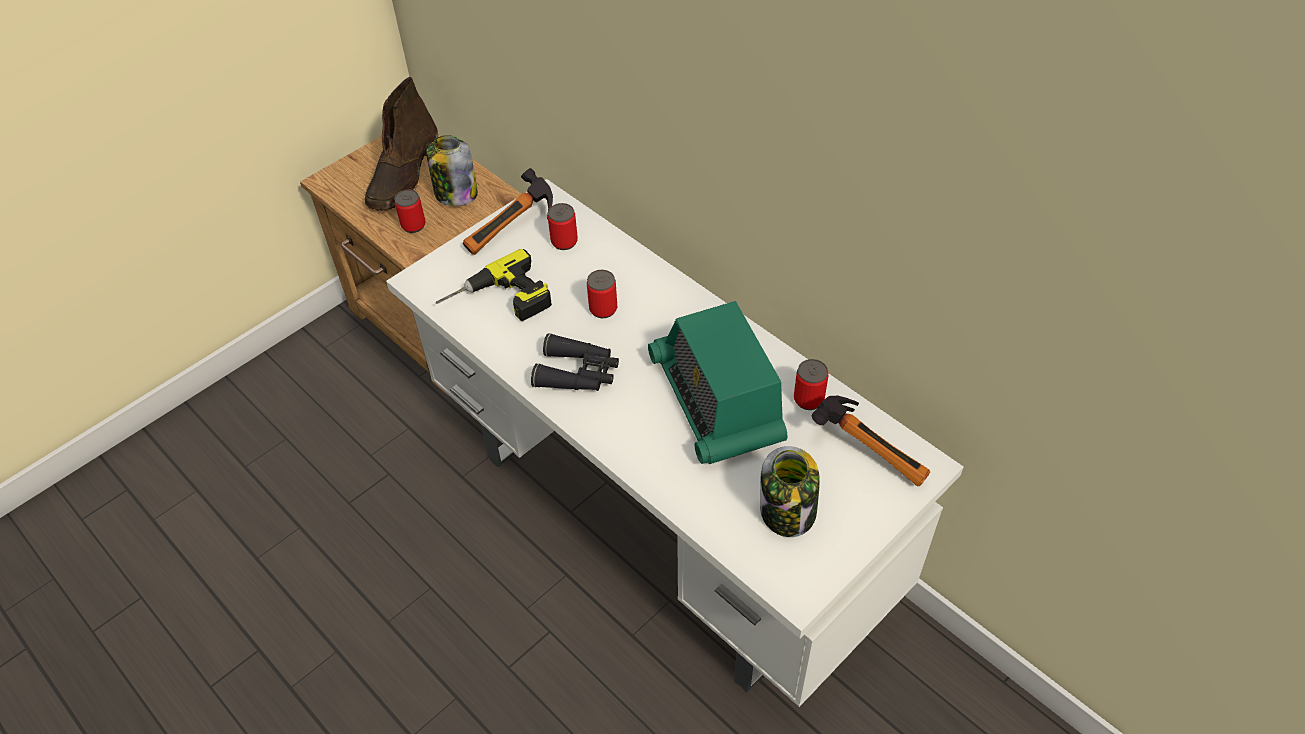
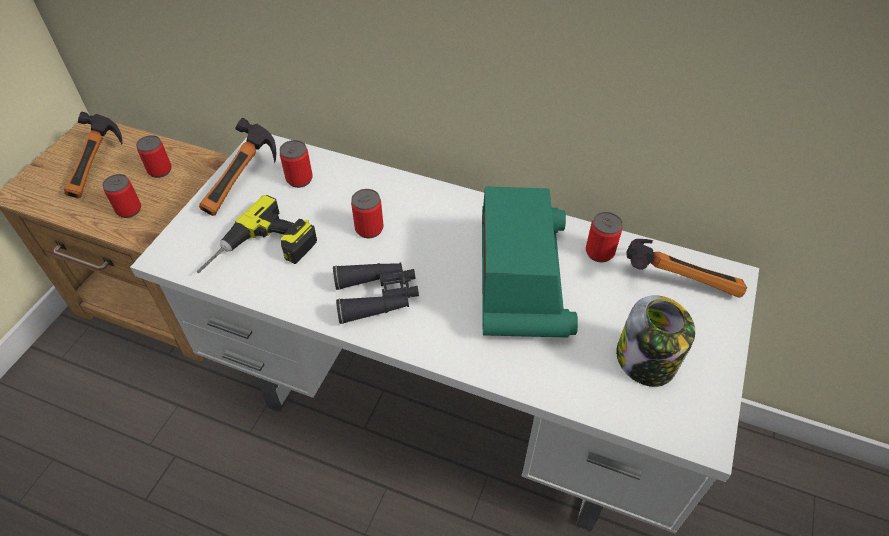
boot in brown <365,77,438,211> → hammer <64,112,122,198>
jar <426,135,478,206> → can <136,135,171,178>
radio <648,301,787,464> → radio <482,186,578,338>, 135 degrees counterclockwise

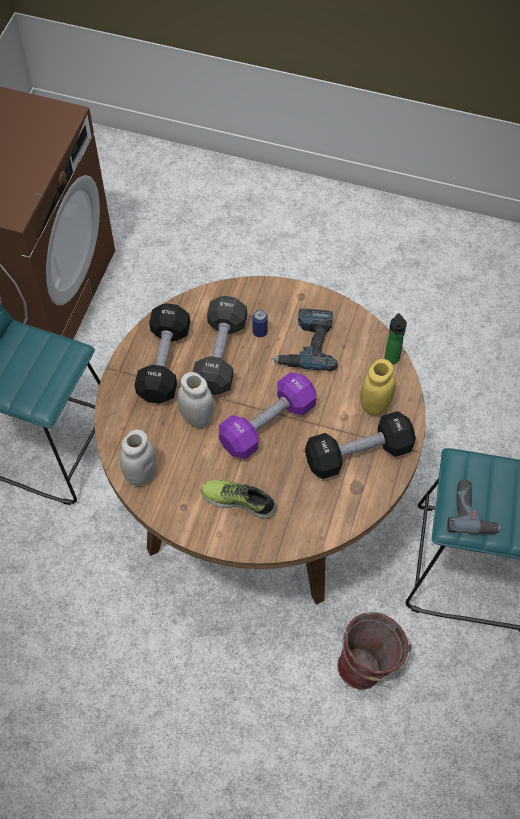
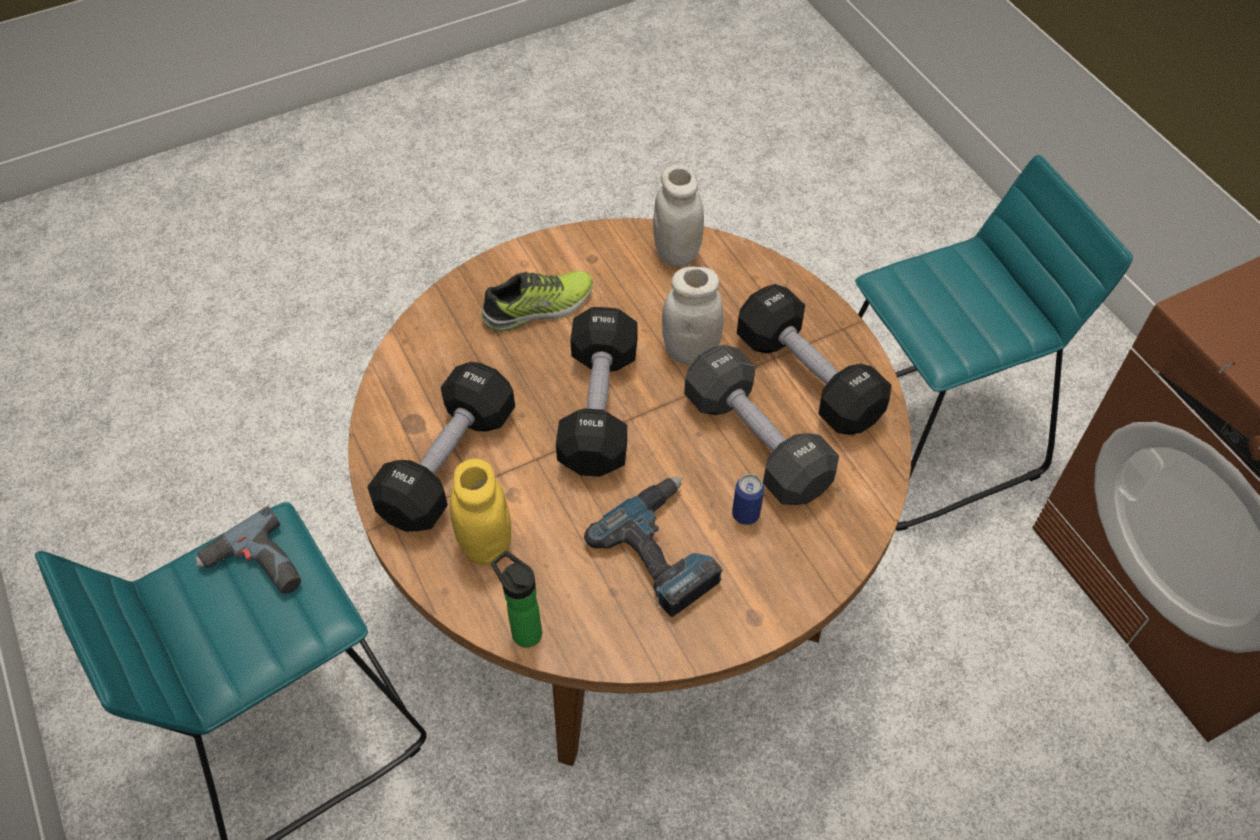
dumbbell in purple <219,372,316,459> → dumbbell in black <556,307,638,477>
bucket <337,612,412,690> → -

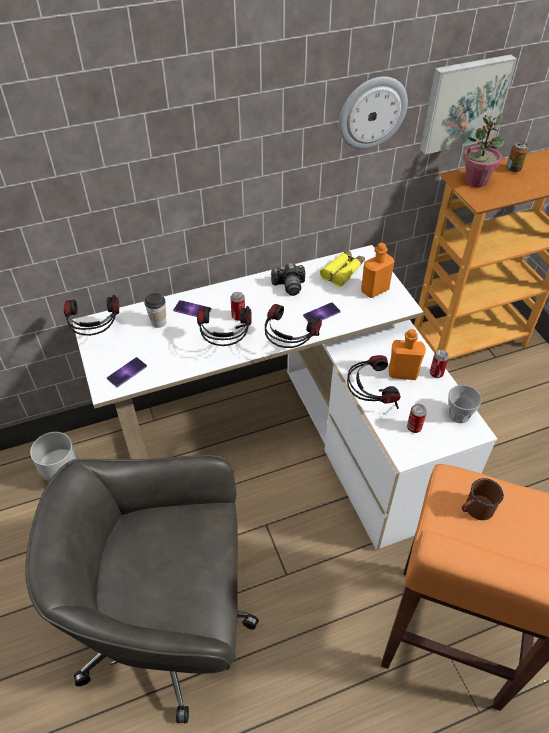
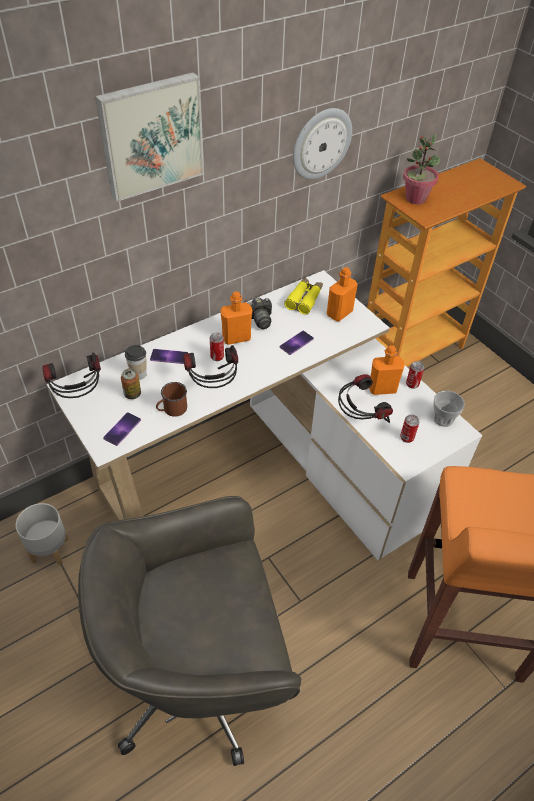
headphones <265,304,322,348> → -
picture <420,54,517,154> → picture <95,72,204,202>, shifted
mug in brown <462,478,504,520> → mug in brown <156,382,187,417>, shifted
can <506,142,528,172> → can <121,369,141,399>, shifted
- → bottle in orange <220,291,252,345>

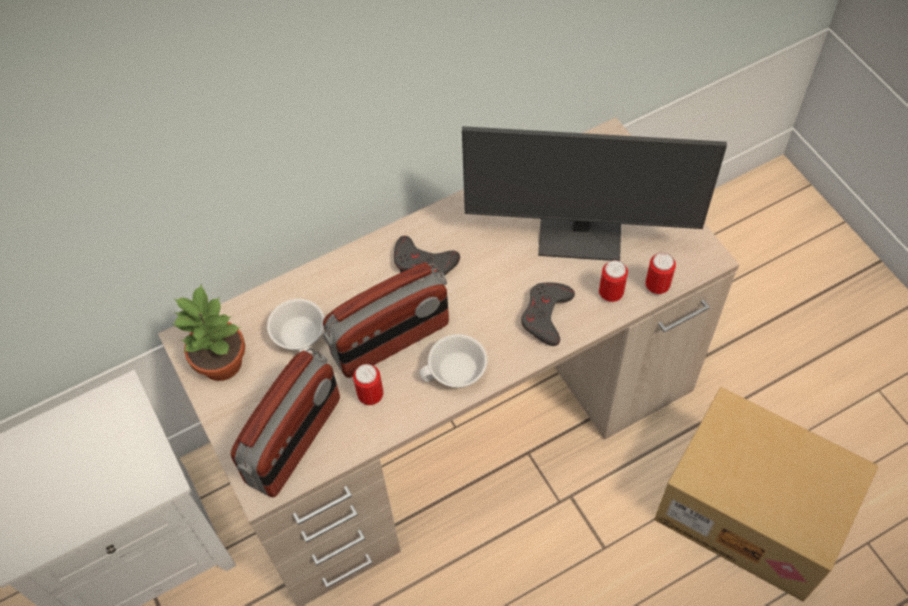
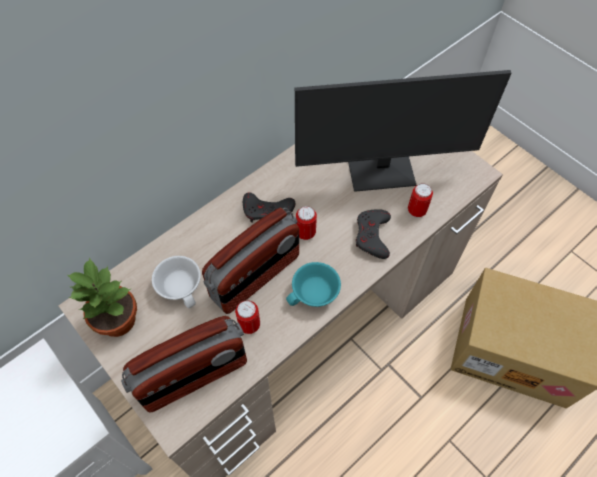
radio <231,348,340,498> → radio <121,316,247,413>, 45 degrees clockwise
cup in white <419,334,487,388> → cup in turquoise <286,262,341,307>
can <645,252,676,295> → can <296,206,317,240>, shifted

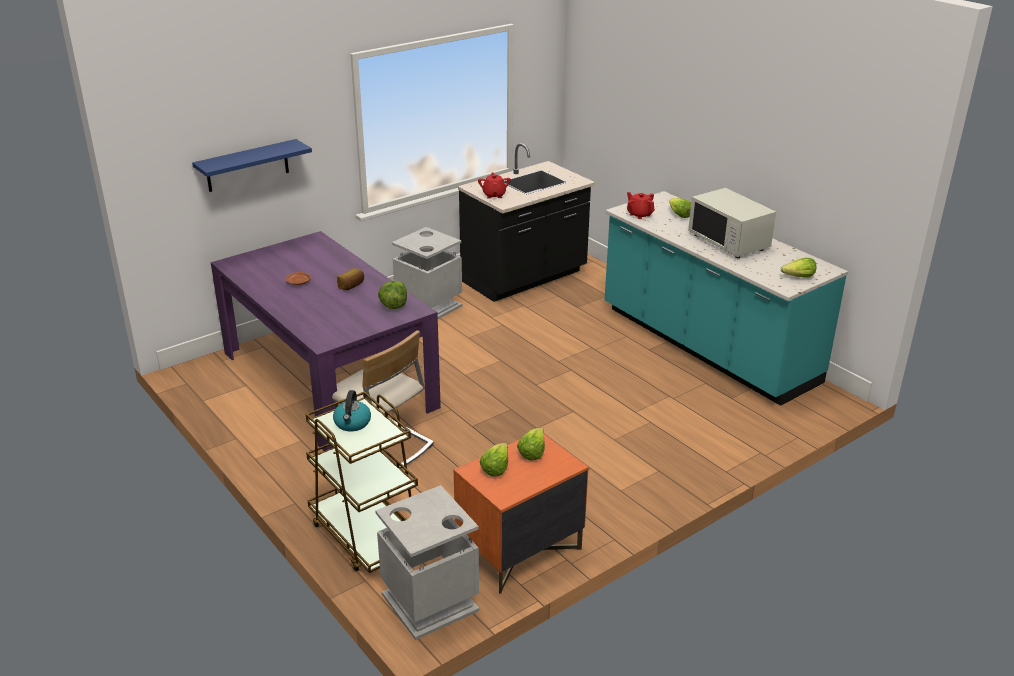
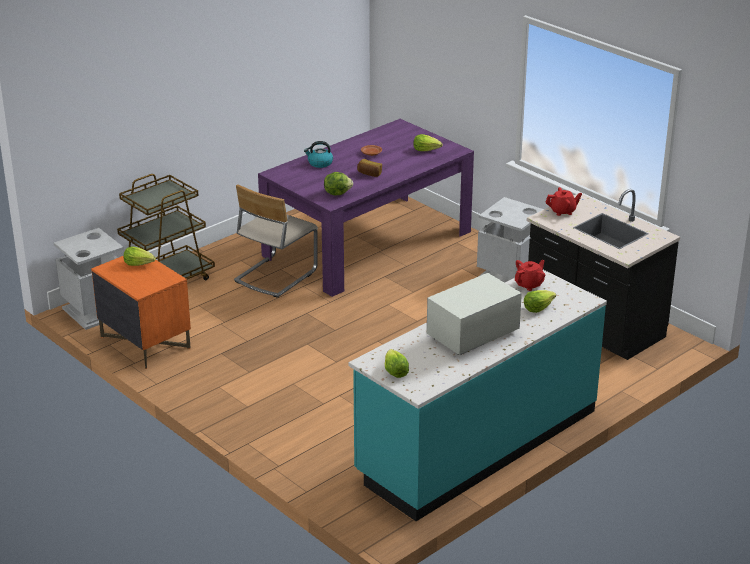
shelf in blue <192,139,312,192> → -
kettle <333,390,371,432> → kettle <304,141,333,168>, shifted
lettuce <517,428,545,460> → lettuce <414,134,443,151>, shifted

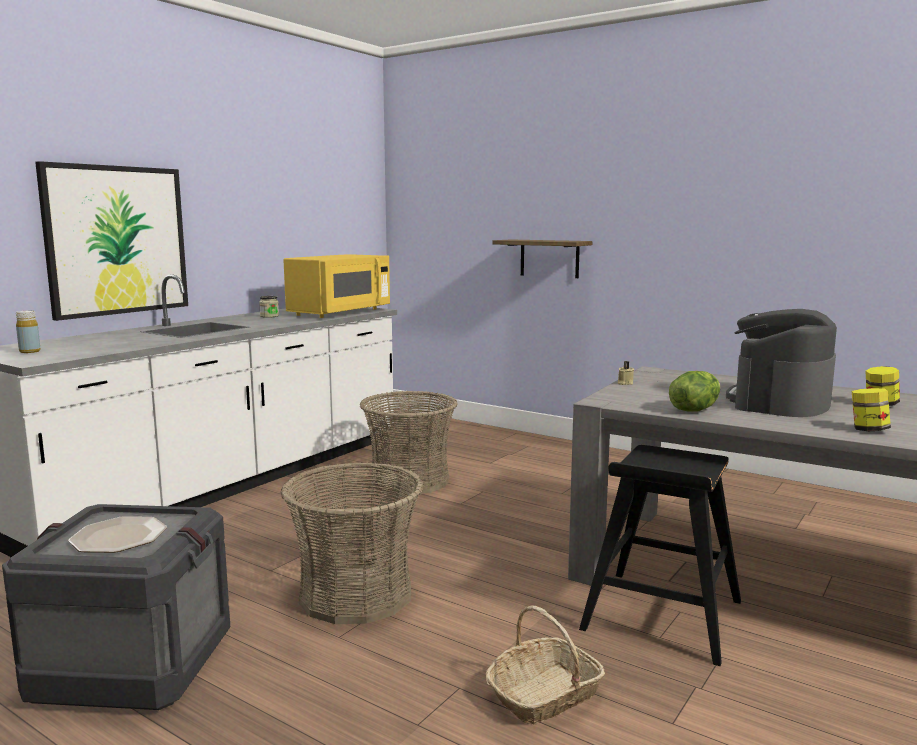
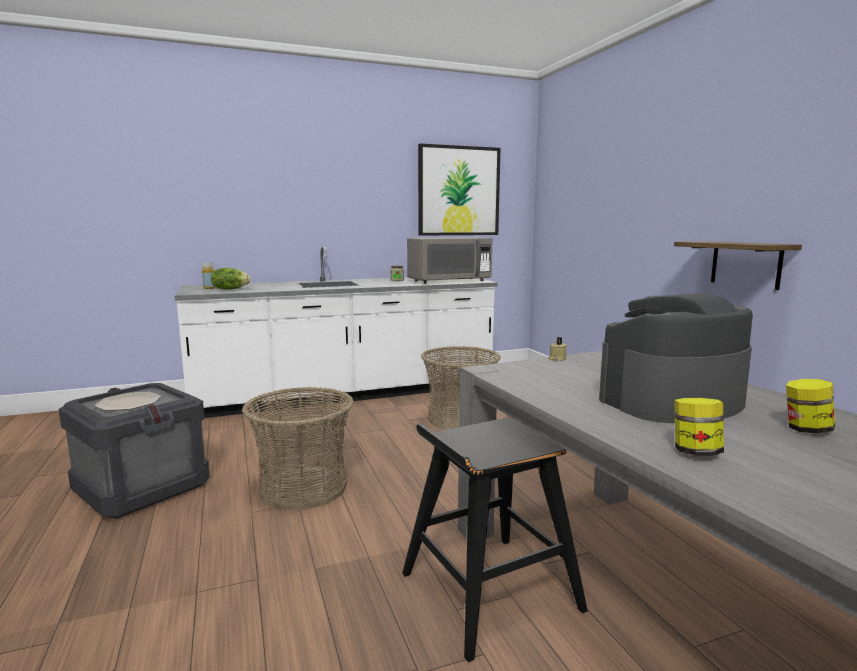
picture <35,161,188,321> → picture <418,144,501,236>, shifted
microwave in yellow <283,254,390,318> → microwave in grey <407,237,492,284>
basket <486,606,605,724> → -
shelf <492,239,593,278> → shelf <674,241,802,290>, shifted
lettuce <669,371,720,412> → lettuce <211,268,251,290>, shifted

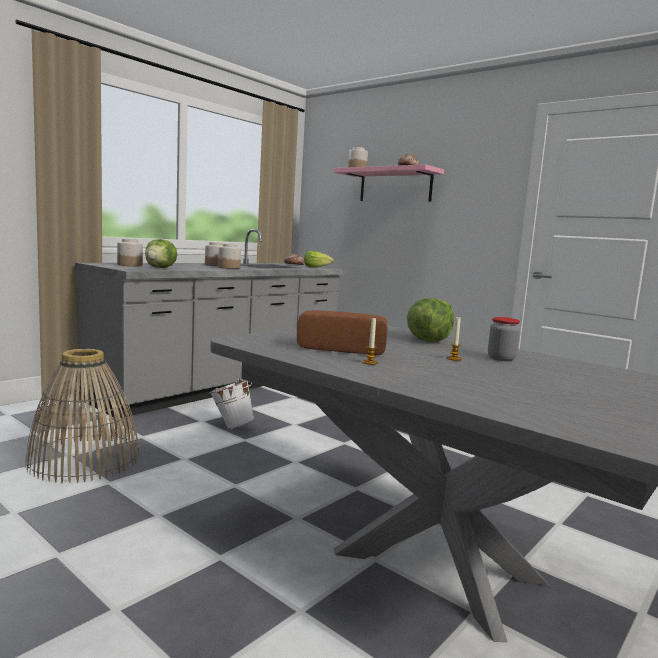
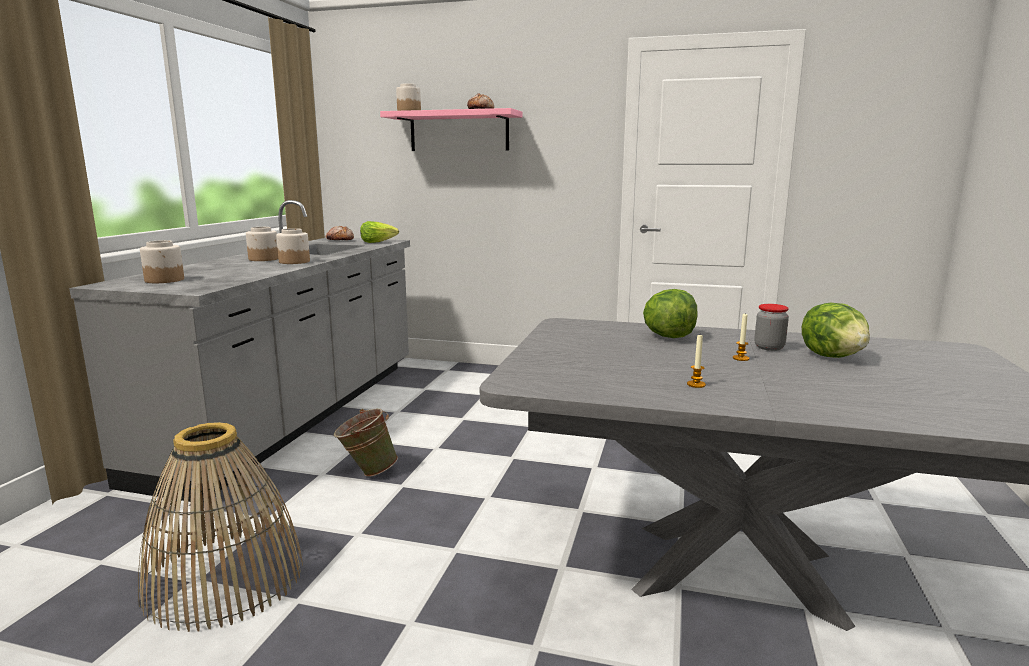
lettuce <145,239,178,268> → lettuce <802,302,870,358>, shifted
bucket in white <209,379,255,429> → bucket in green <334,408,398,477>
bread <297,310,388,355> → -

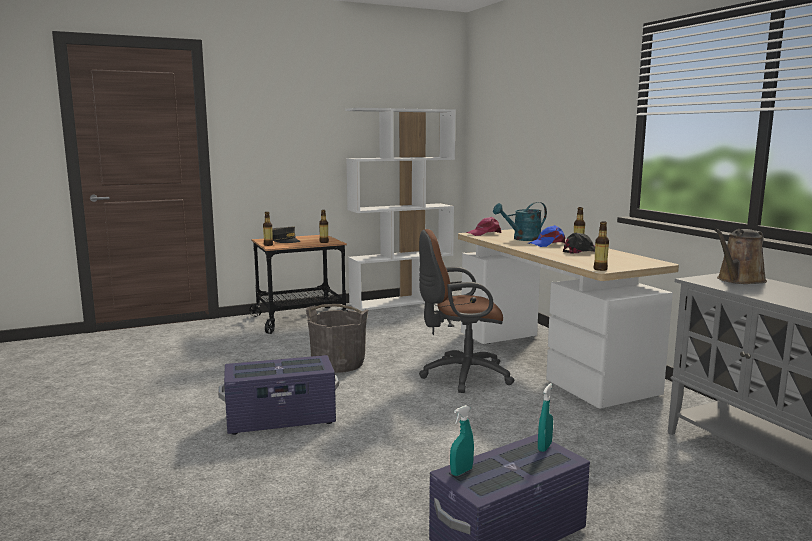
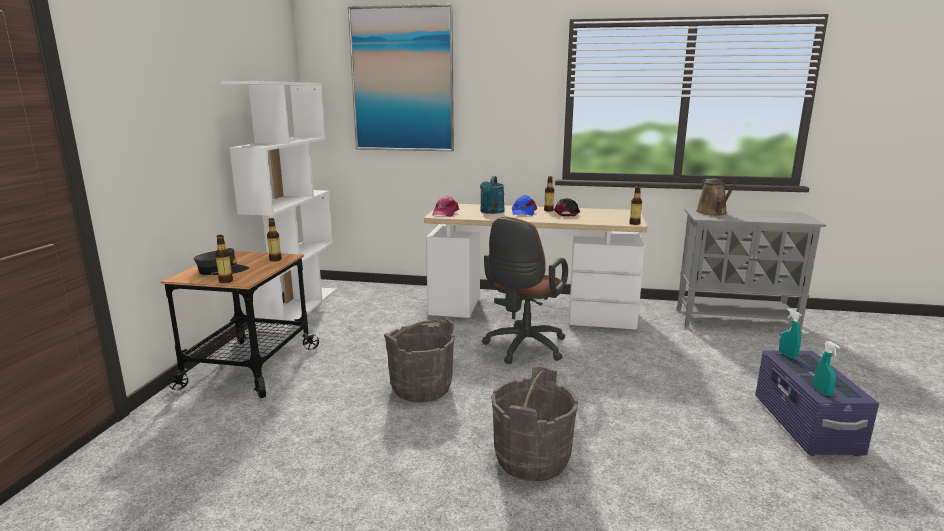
storage box in purple <218,355,339,435> → bucket in grey <491,366,578,481>
- → picture <348,4,454,151>

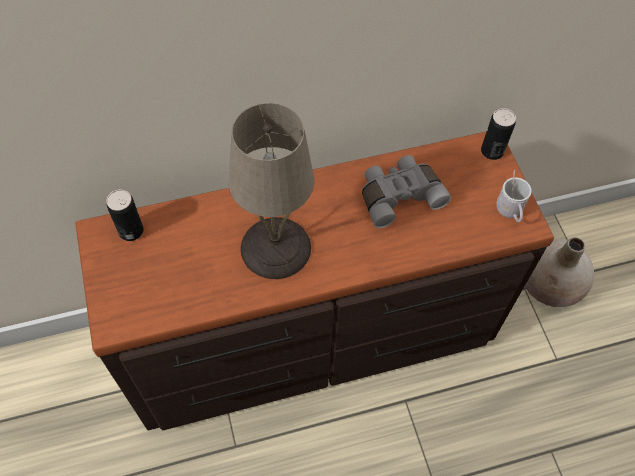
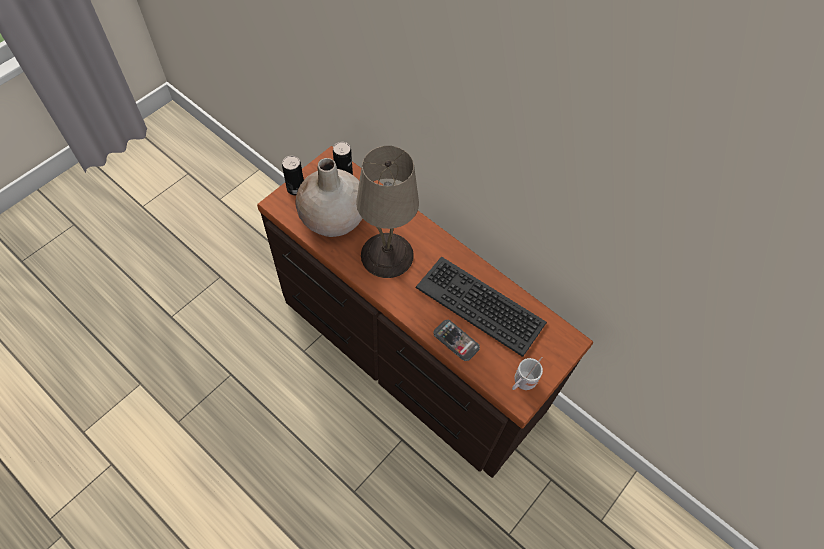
binoculars in grey <362,155,451,228> → keyboard <415,256,547,357>
can <481,108,516,160> → can <282,156,304,195>, shifted
vase in beige <525,237,594,307> → vase in beige <295,158,363,237>, shifted
- → phone <434,320,480,361>

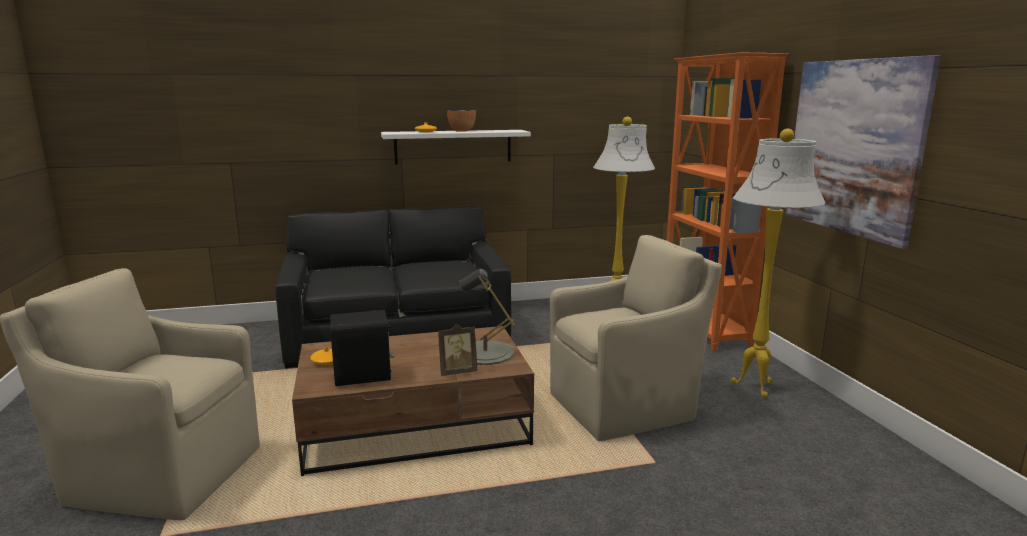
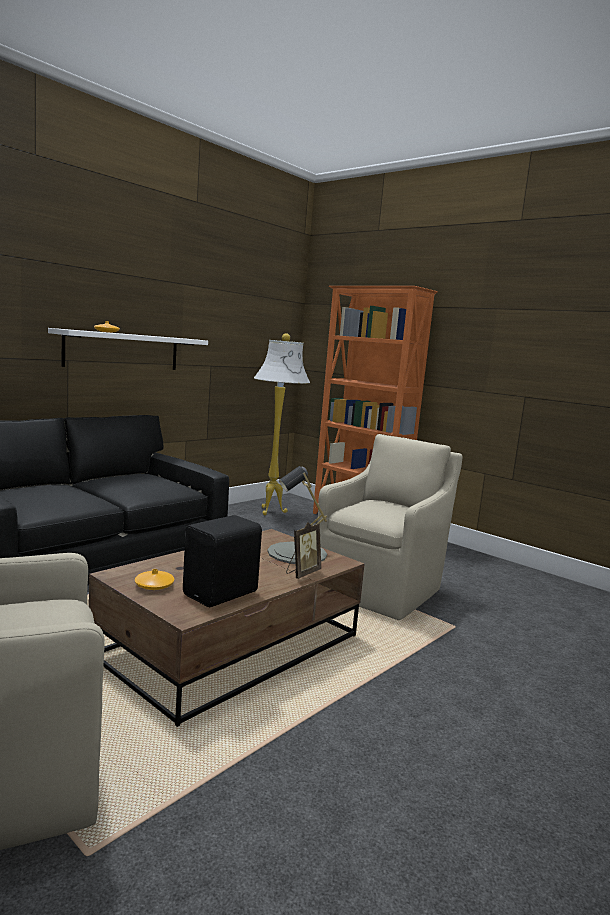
bowl <447,110,476,132> → -
floor lamp in white <731,129,825,398> → -
picture <785,55,941,249> → -

